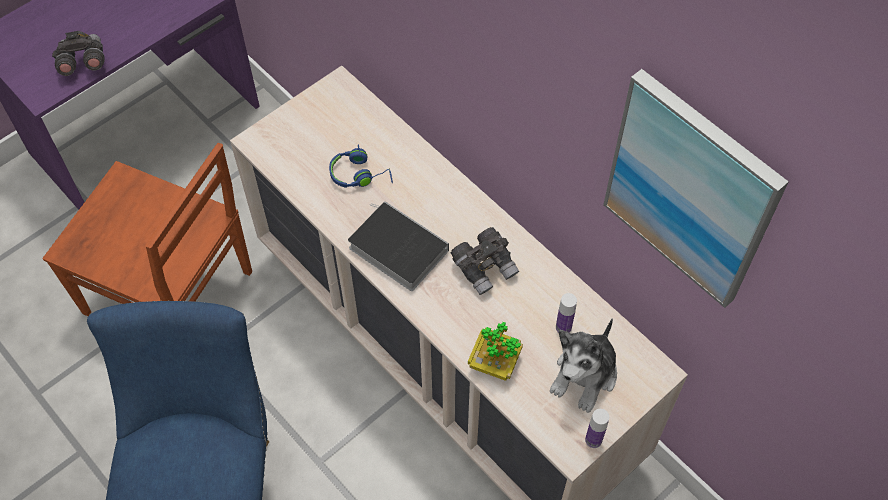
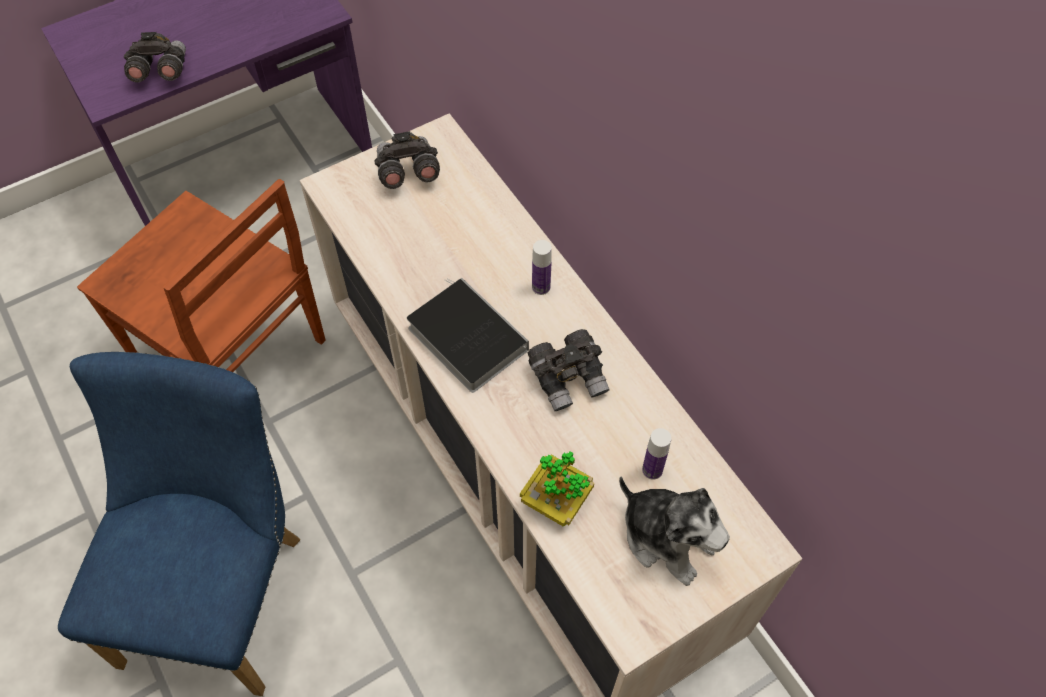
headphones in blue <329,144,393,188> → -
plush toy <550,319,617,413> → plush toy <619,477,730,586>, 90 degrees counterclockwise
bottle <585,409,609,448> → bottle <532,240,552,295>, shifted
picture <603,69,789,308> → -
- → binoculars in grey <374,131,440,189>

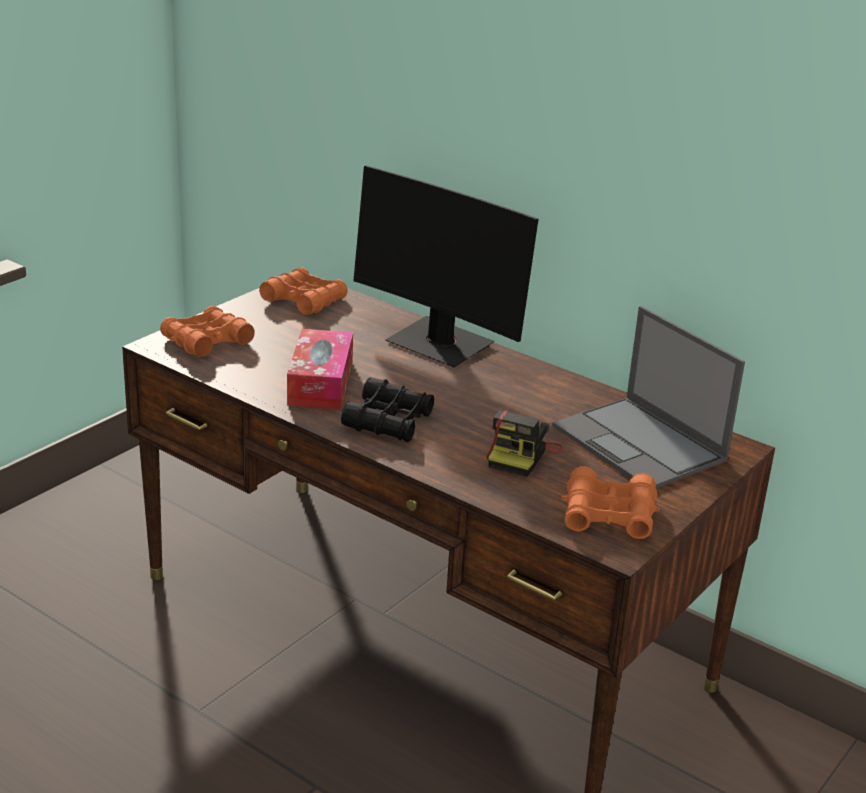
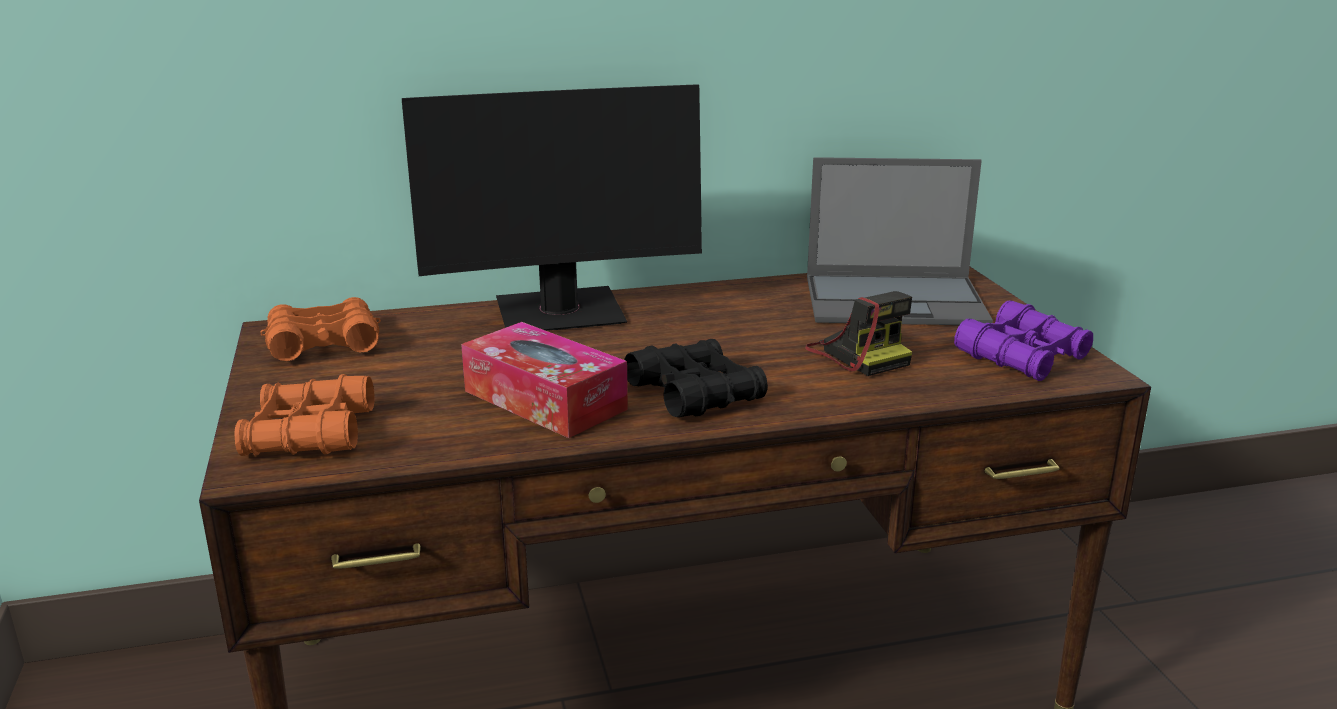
binoculars in orange <561,466,660,539> → binoculars in purple <954,300,1093,381>

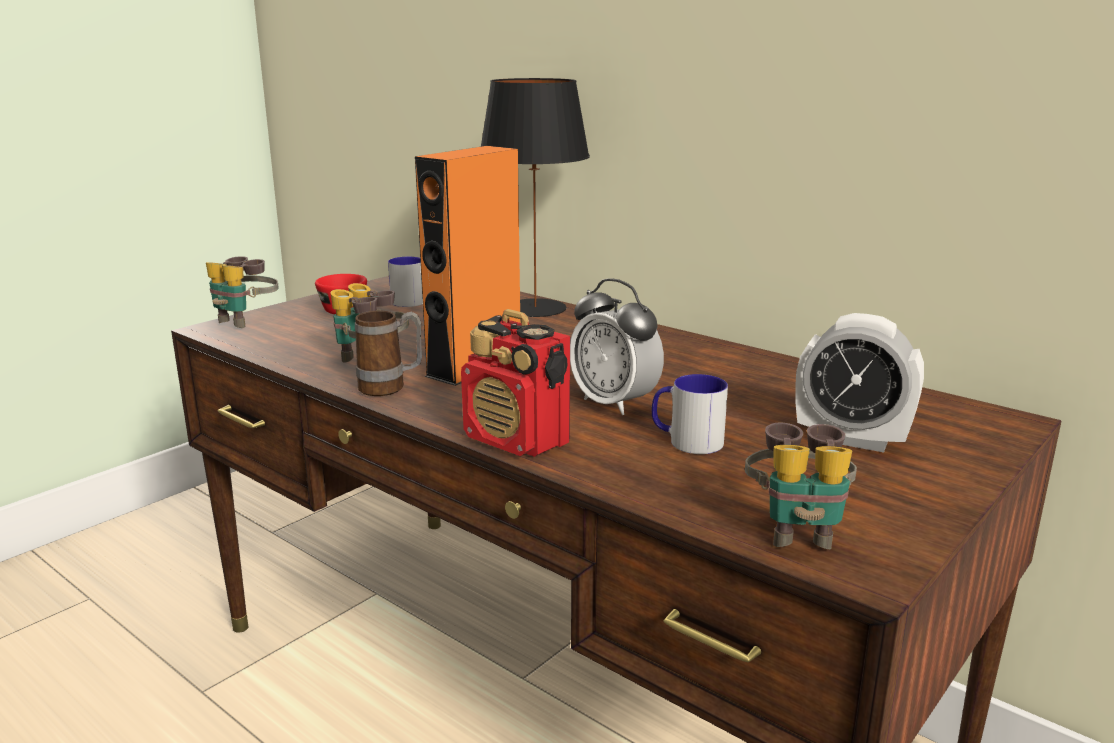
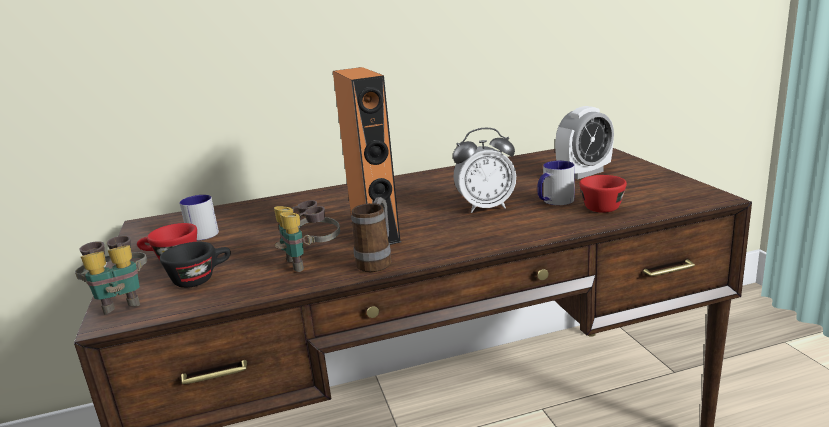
radio <461,309,570,457> → -
table lamp in black <481,78,590,317> → -
binoculars <745,423,857,549> → -
- → cup in black <160,242,231,288>
- → cup in red <579,175,627,213>

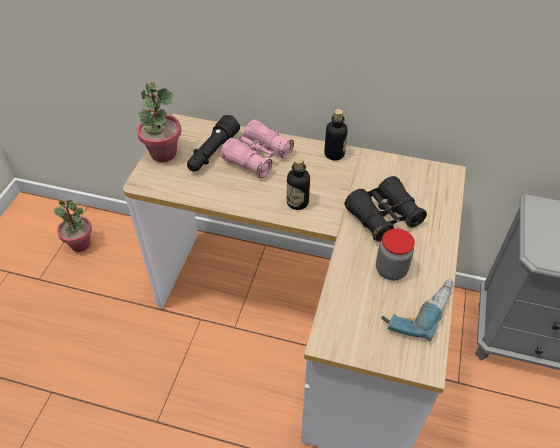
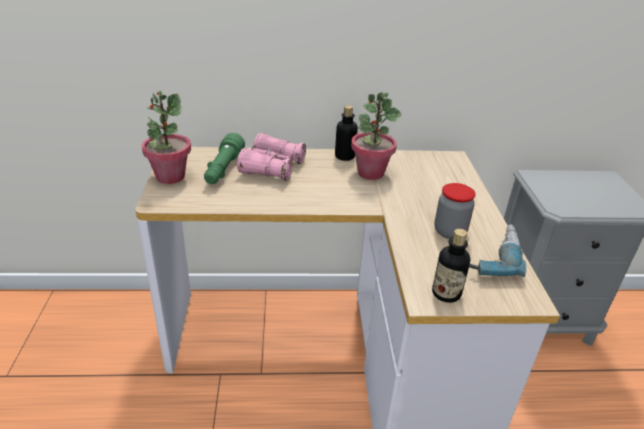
potted plant <54,200,92,252> → potted plant <351,92,401,180>, shifted
flashlight in black <187,115,240,171> → flashlight in green <204,133,245,184>
bottle <287,157,310,210> → bottle <432,229,471,303>, shifted
binoculars in black <345,176,427,242> → -

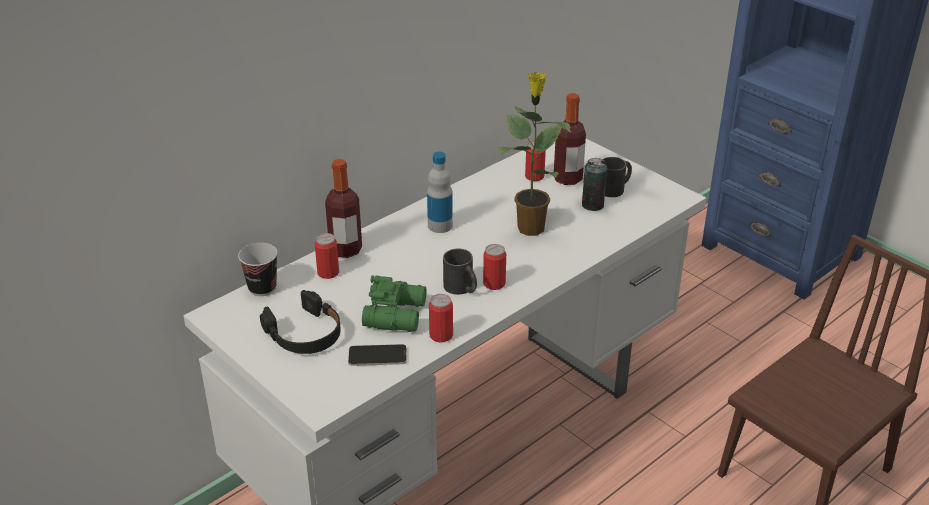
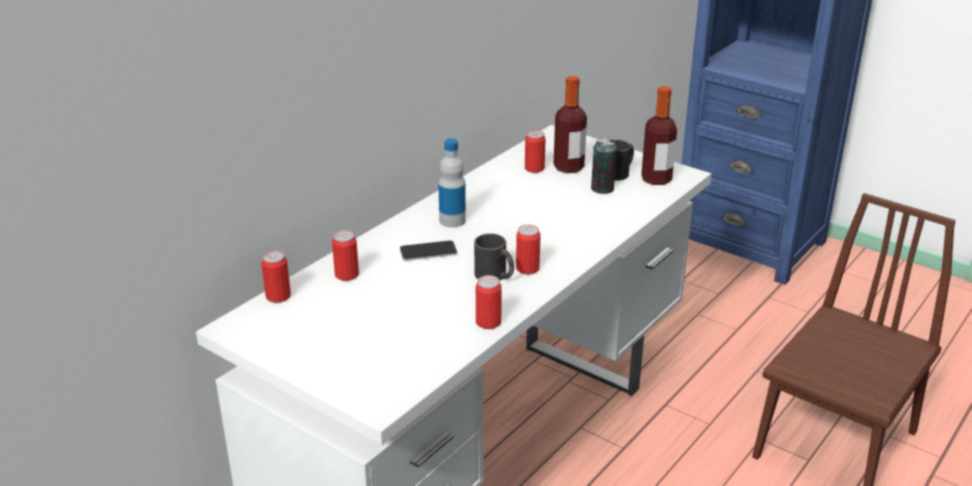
cup <238,243,278,296> → can <261,251,291,303>
headphones in black <260,290,341,354> → -
bottle <325,159,362,258> → bottle <641,86,677,185>, shifted
phone <348,344,407,366> → phone <400,240,457,261>, shifted
binoculars in green <362,275,427,332> → -
potted plant <499,72,571,236> → -

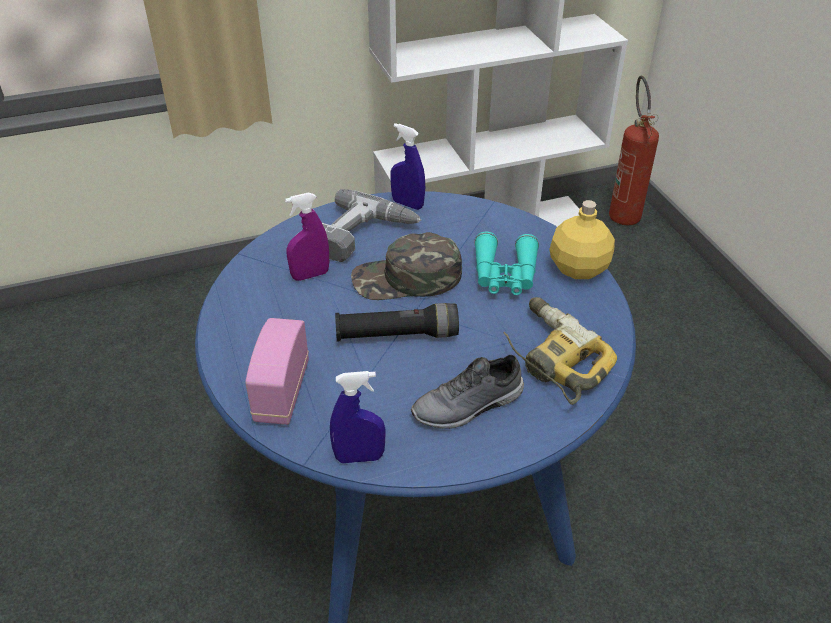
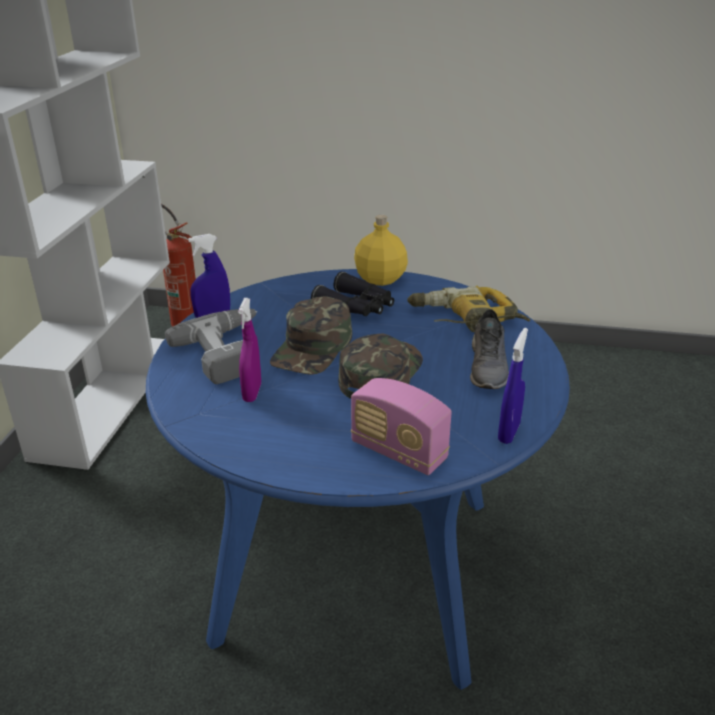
flashlight in black <335,303,459,341> → cap in green <338,334,423,399>
binoculars in turquoise <474,232,539,295> → binoculars in black <311,272,394,316>

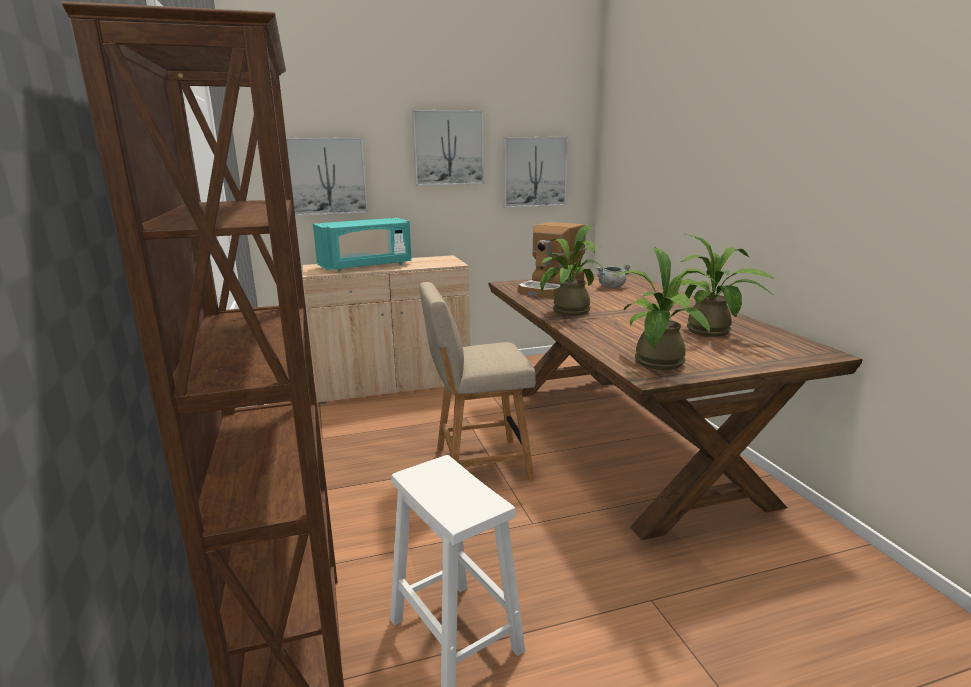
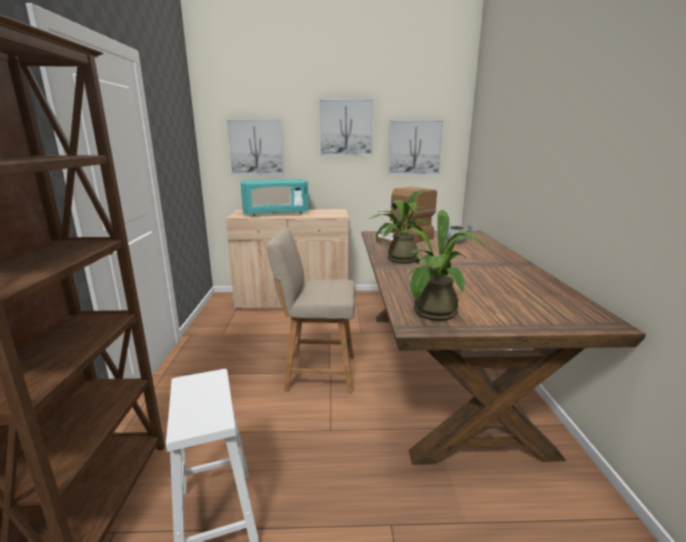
potted plant <662,234,774,337> → -

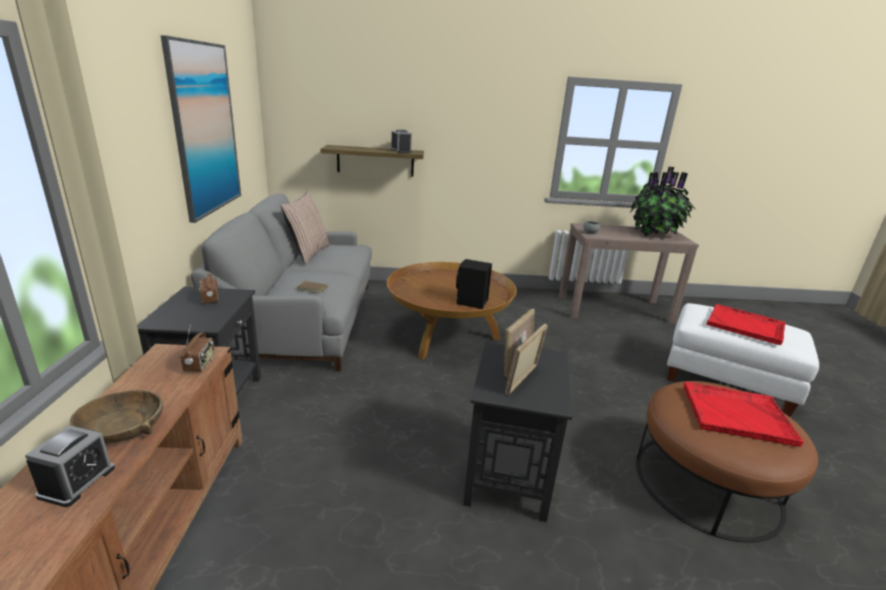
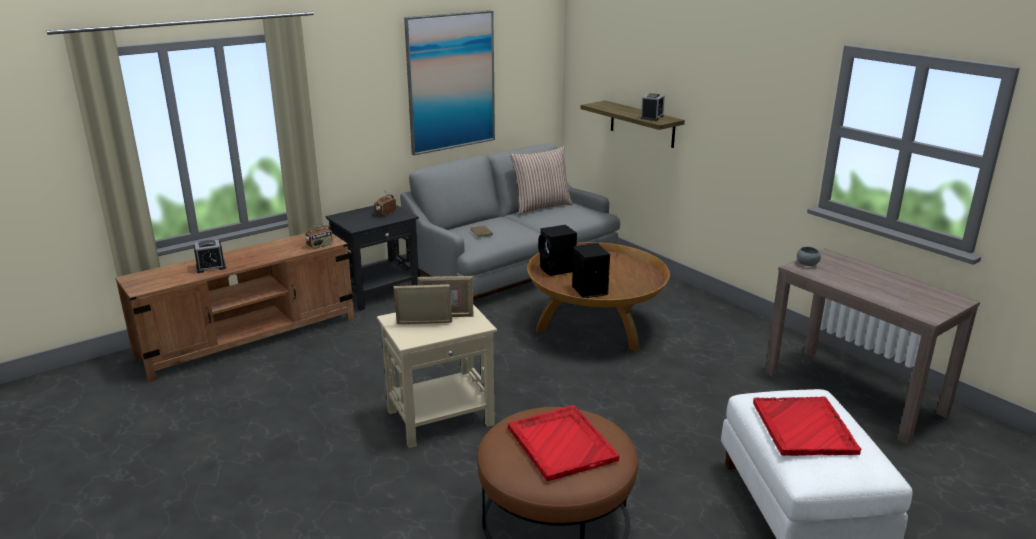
bowl in brown <70,390,163,444> → -
side table in black <463,340,572,522> → side table in beige <377,304,497,448>
potted plant <630,167,695,236> → -
- → speaker in black <538,225,577,276>

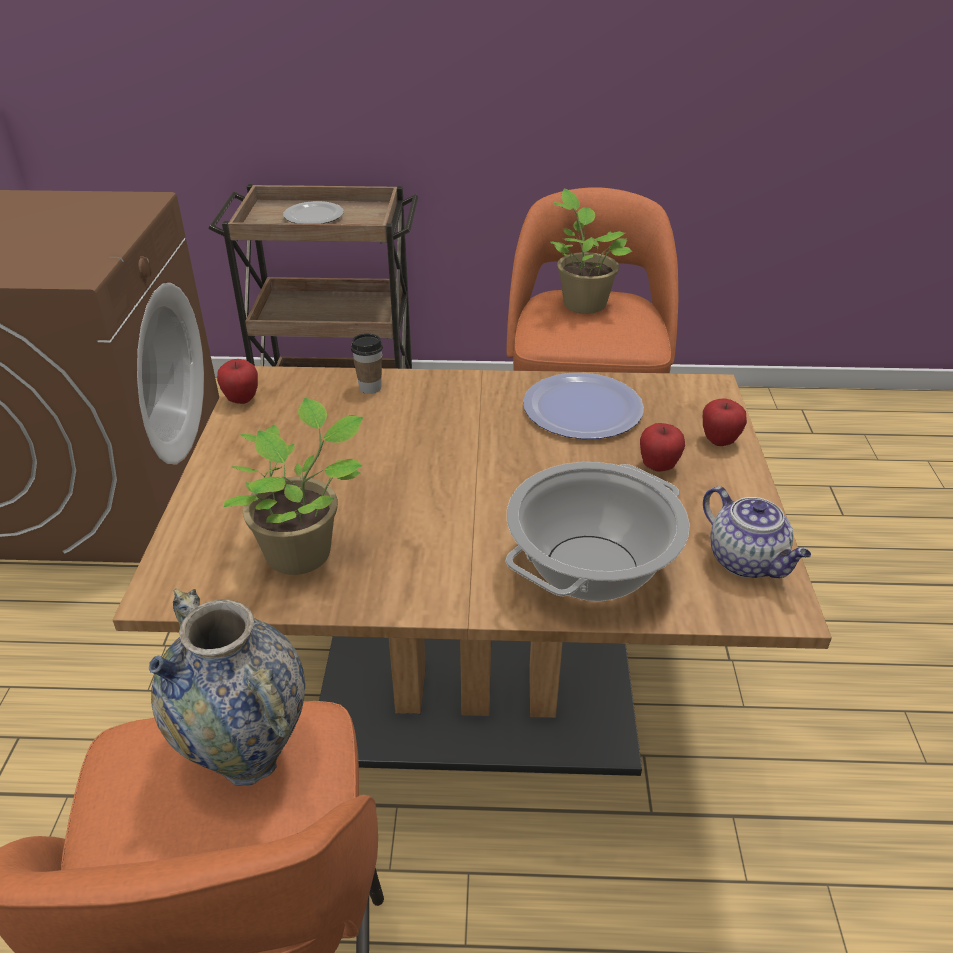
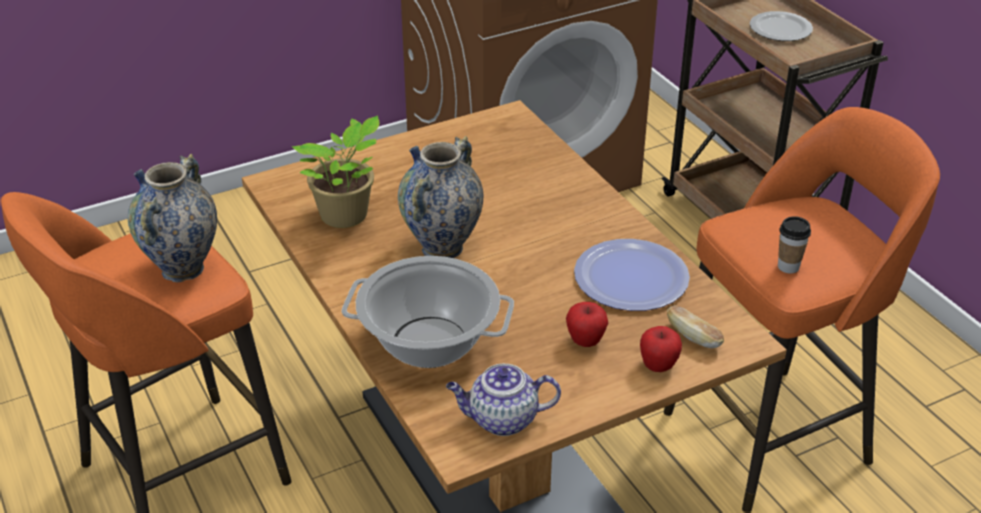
apple <217,359,258,404> → -
cup <351,333,383,394> → cup <778,216,811,273>, shifted
potted plant <550,189,633,314> → -
teapot <703,486,811,578> → teapot <446,364,561,436>, 60 degrees clockwise
- → vase <398,136,483,258>
- → bread <667,305,724,348>

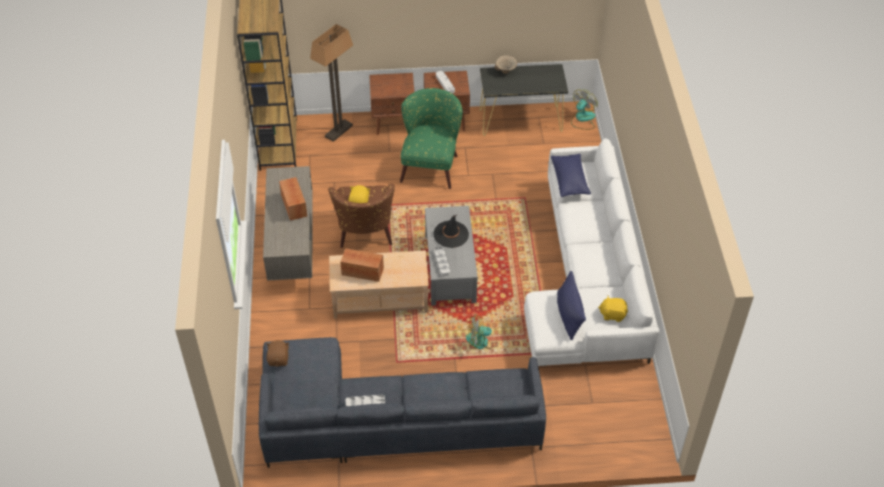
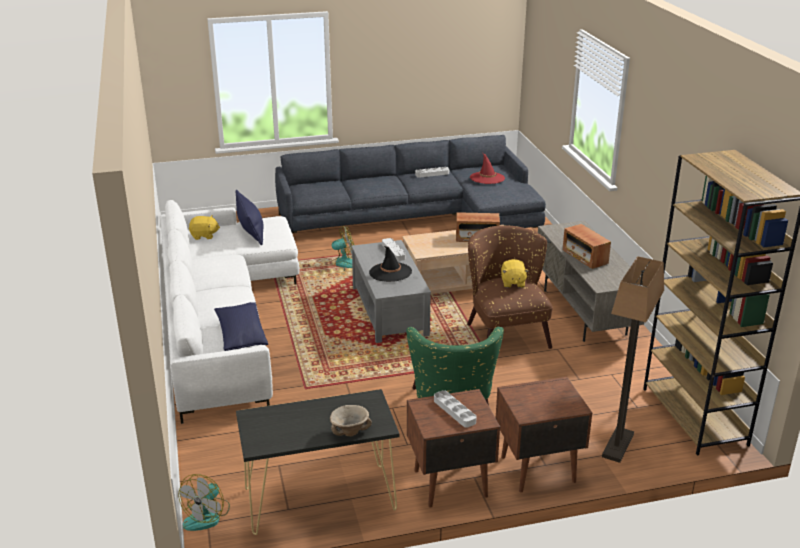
plush toy in brown <266,340,289,366> → -
- → hat in red <470,153,505,184>

